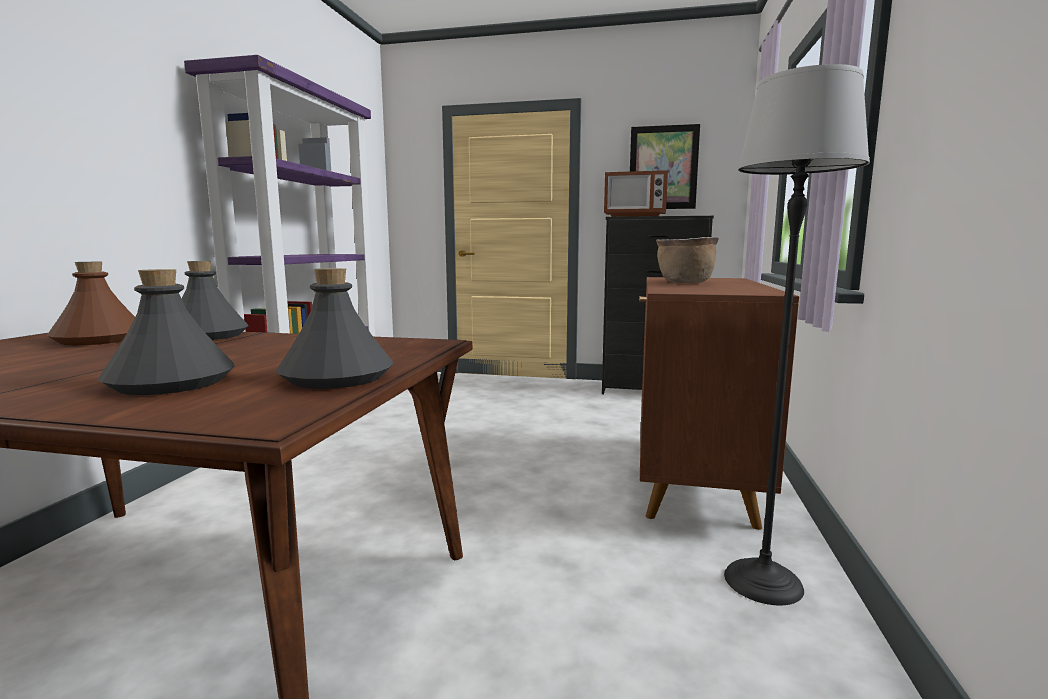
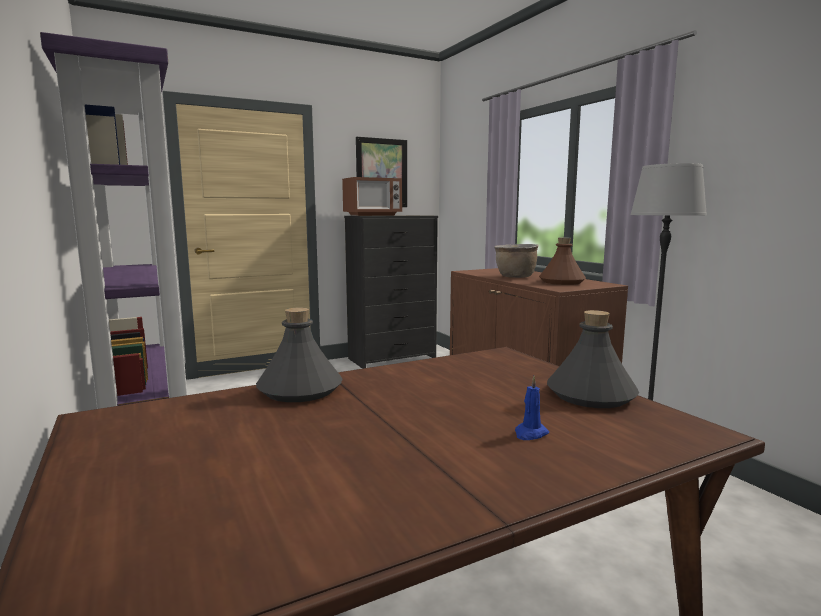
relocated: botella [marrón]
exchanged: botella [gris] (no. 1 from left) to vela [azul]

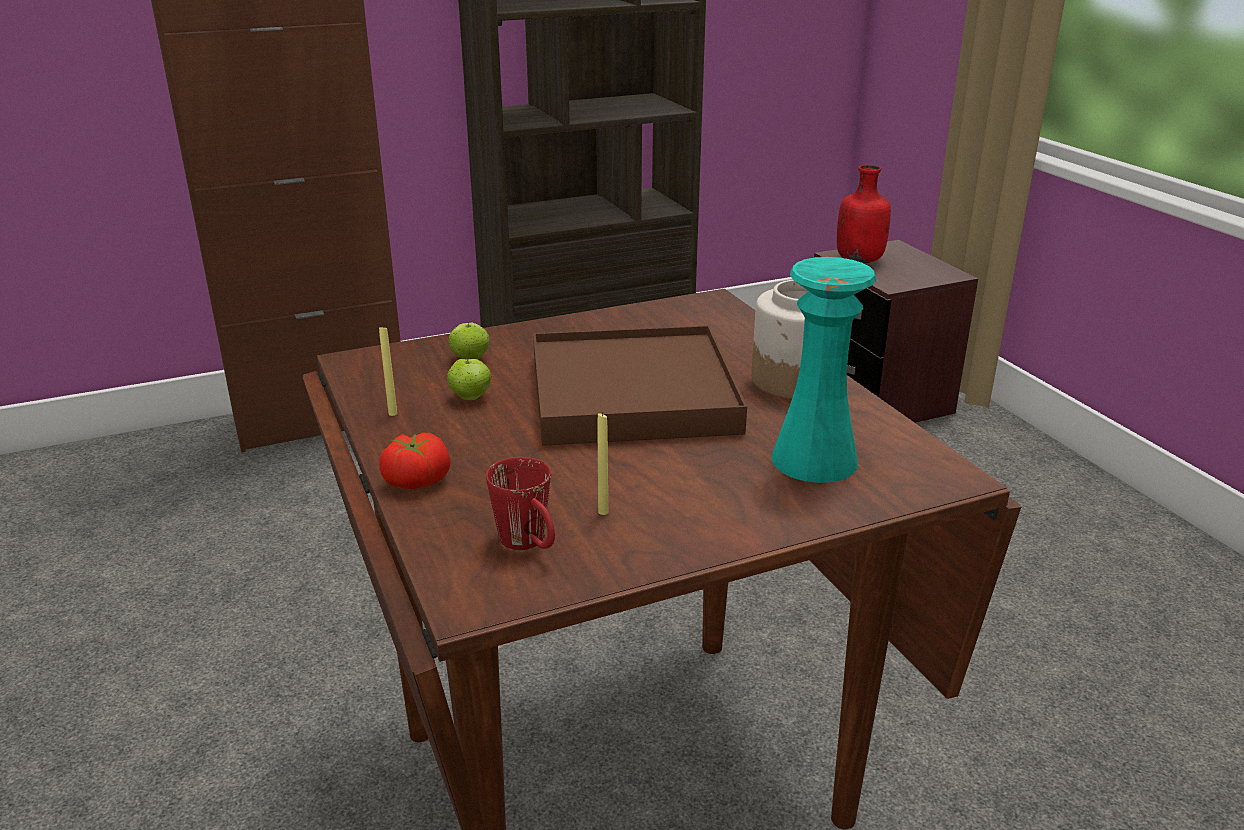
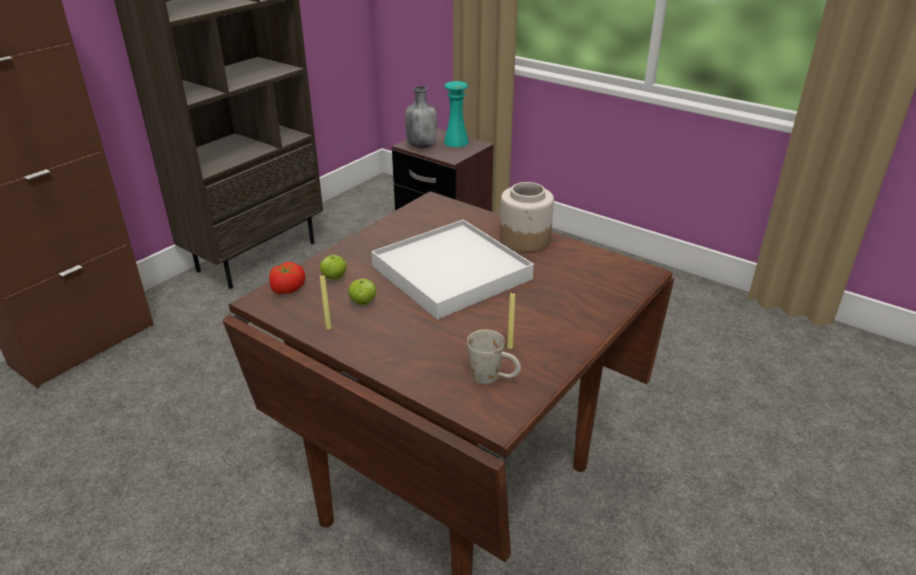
relocated: florero [turquesa]; tomate
colour: botella [rojo] to botella [gris]; bandeja [marrón] to bandeja [blanco]; taza grande [rojo] to taza grande [blanco]

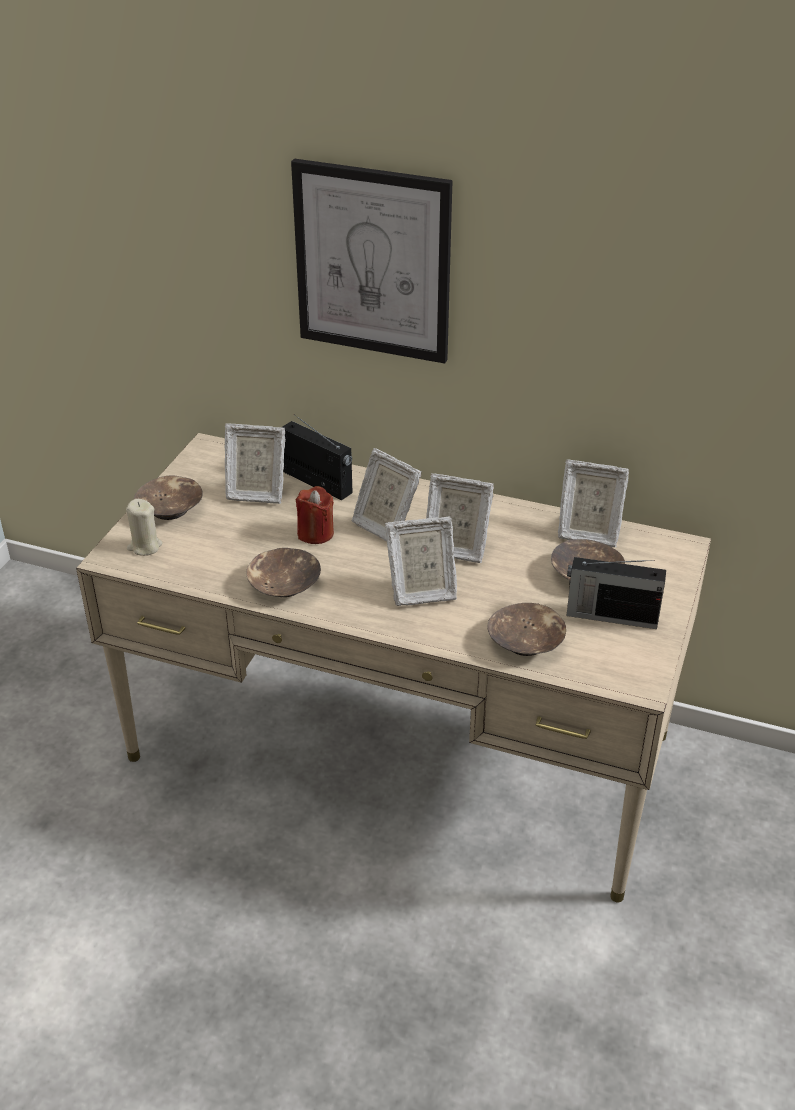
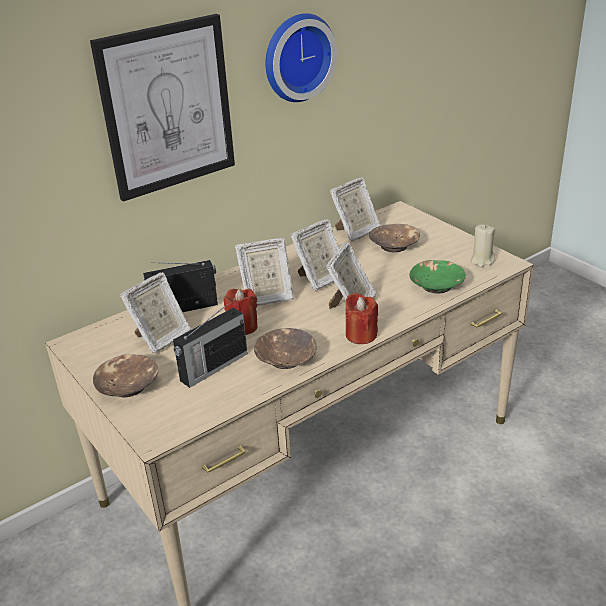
appeared: reloj de pared; vela [rojo] (no. 2 from left)
relocated: vela [beis]; radio (no. 2 from left)
colour: cuenco [marrón] (no. 3 from left) to cuenco [verde]

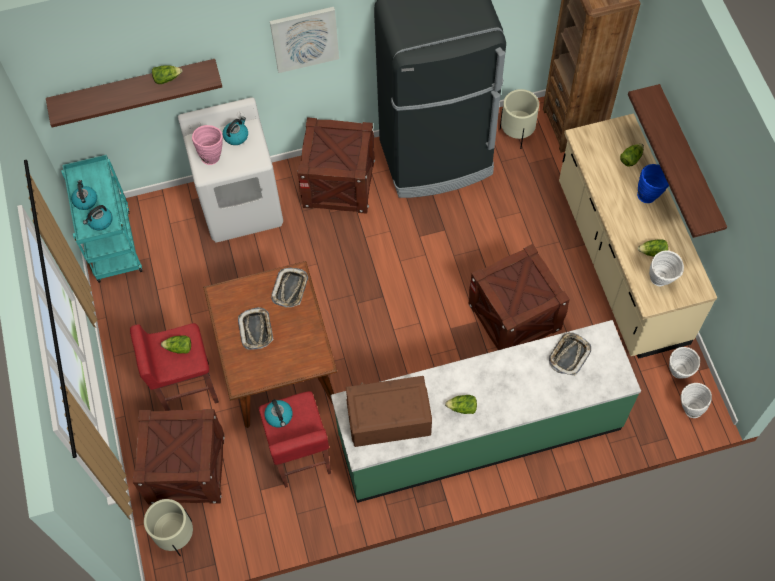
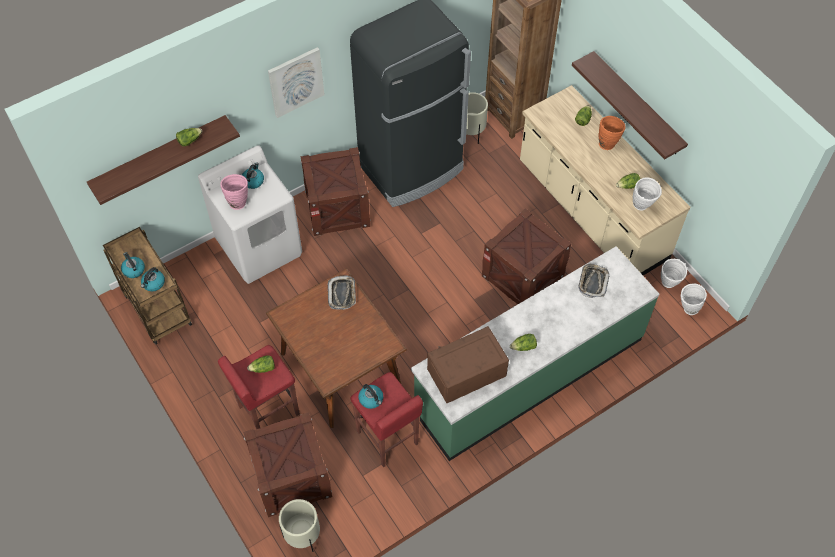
missing: bandeja (no. 1 from left)
colour: carrito [turquesa] to carrito [marrón]; florero [azul] to florero [naranja]

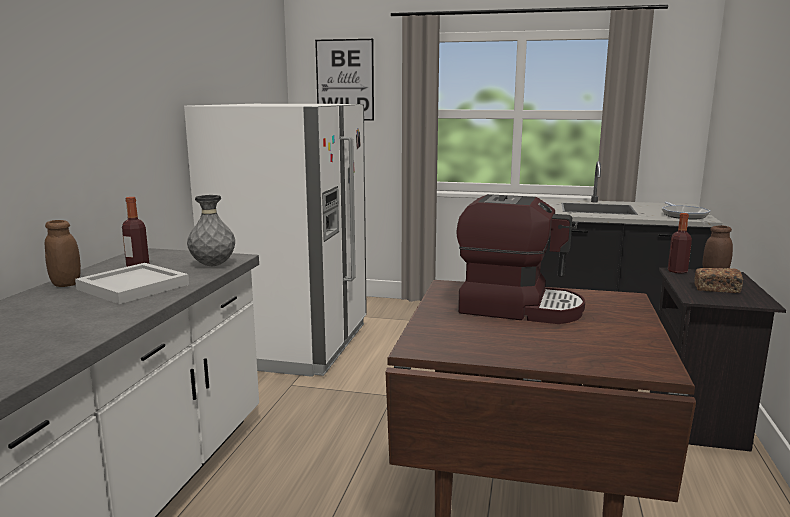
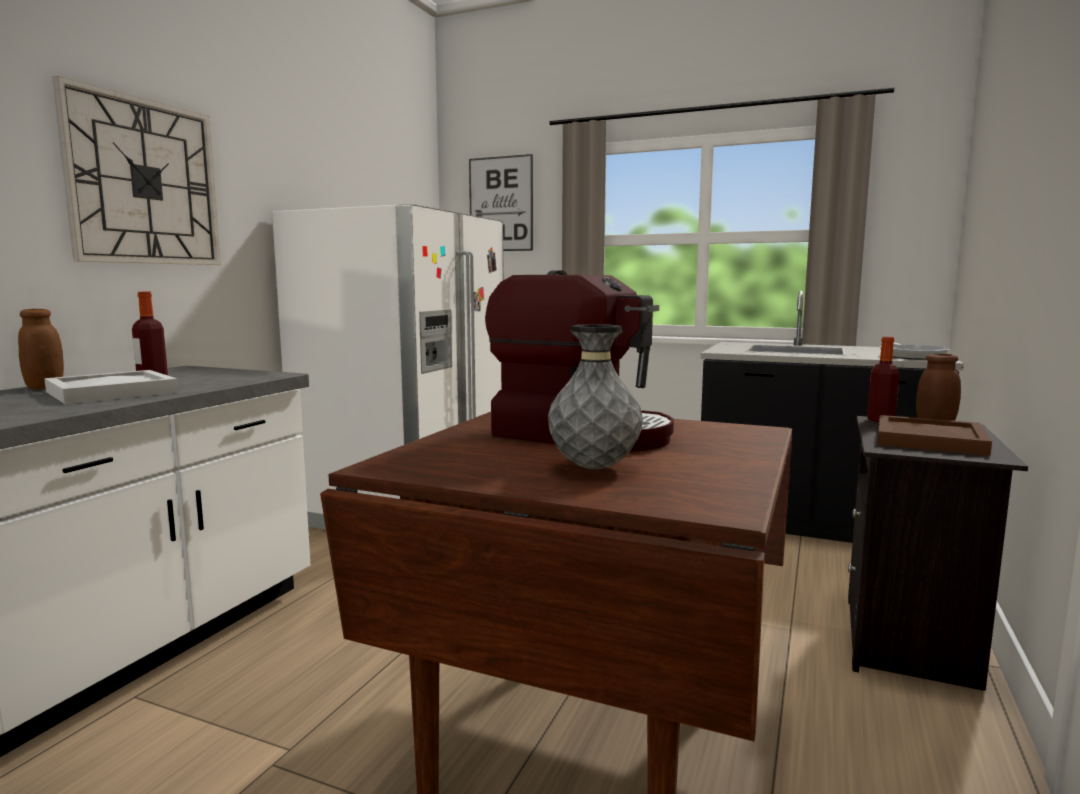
appeared: reloj de pared
relocated: florero [gris]
exchanged: pan to bandeja [marrón]

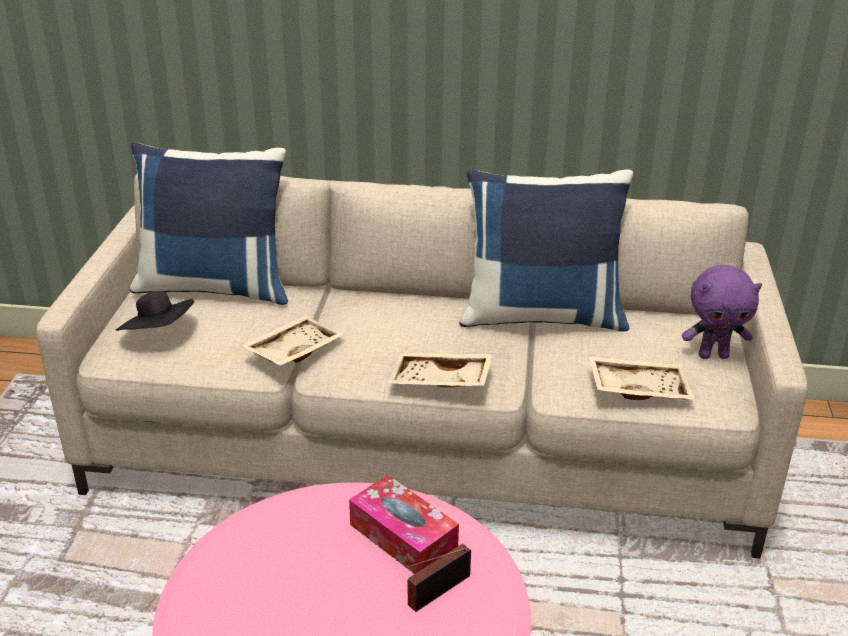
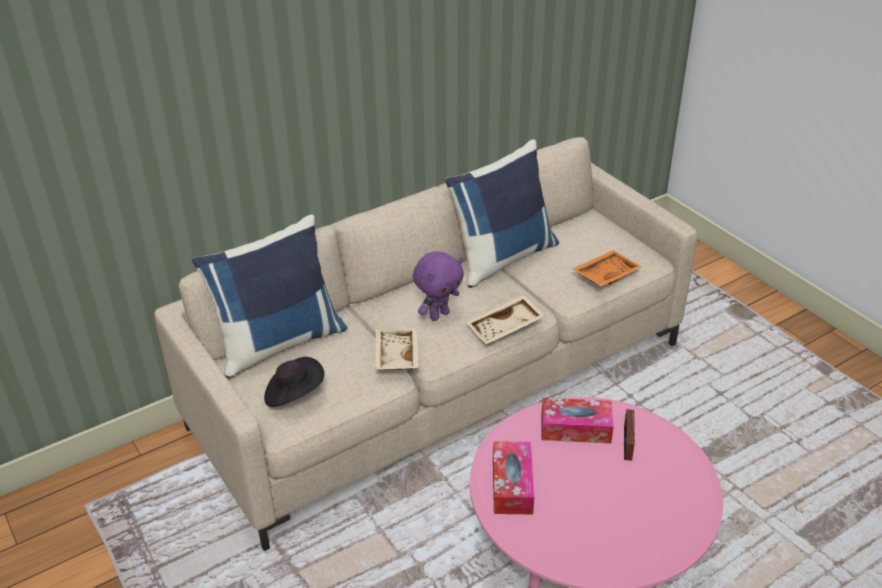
appeared: caja de pañuelos (no. 1 from left)
relocated: peluche [morado]
colour: bandeja [beis] (no. 3 from left) to bandeja [naranja]

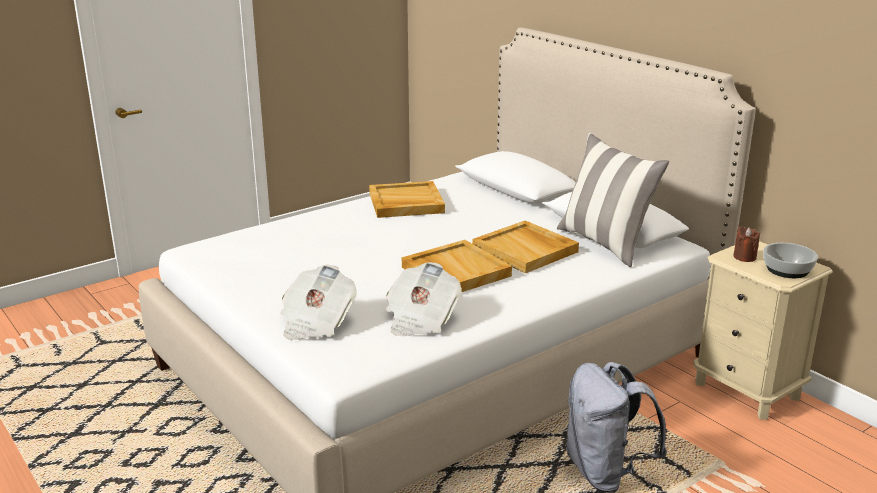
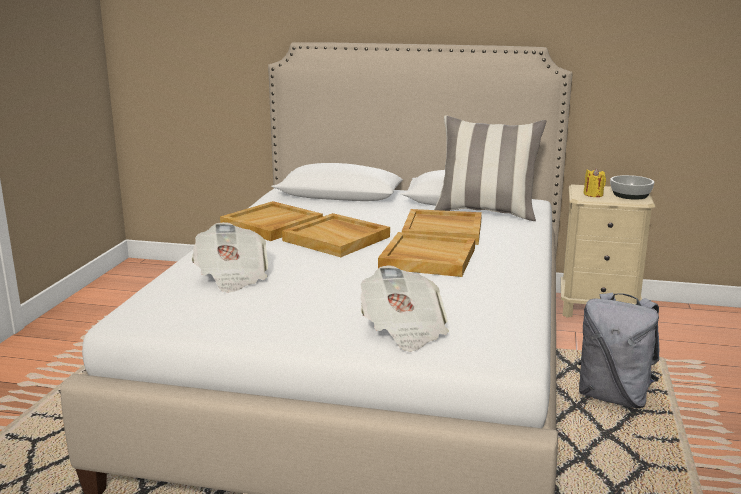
appeared: bandeja [beis] (no. 2 from left)
relocated: periódico (no. 2 from left in the first image) to periódico (no. 1 from left)
colour: vela [marrón] to vela [amarillo]

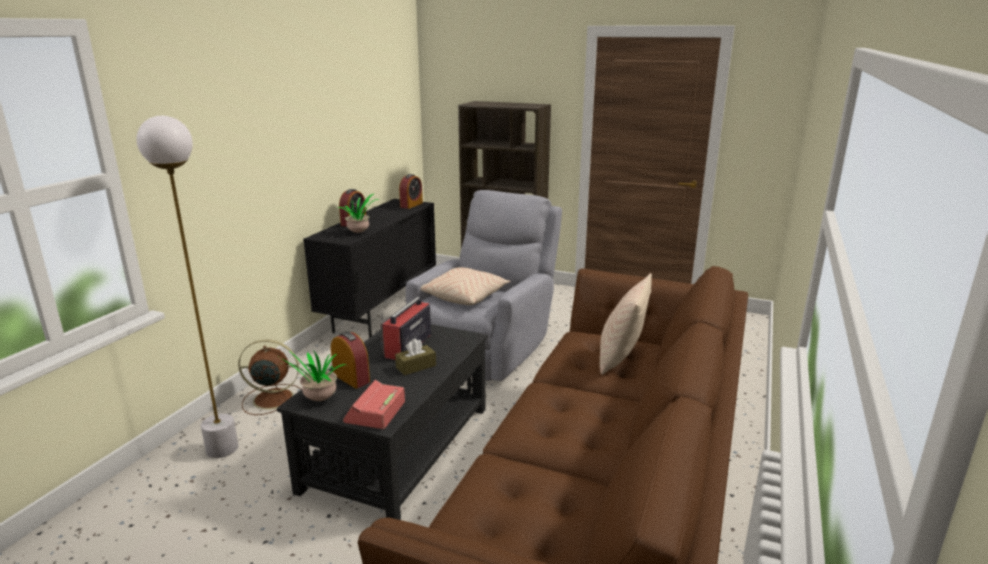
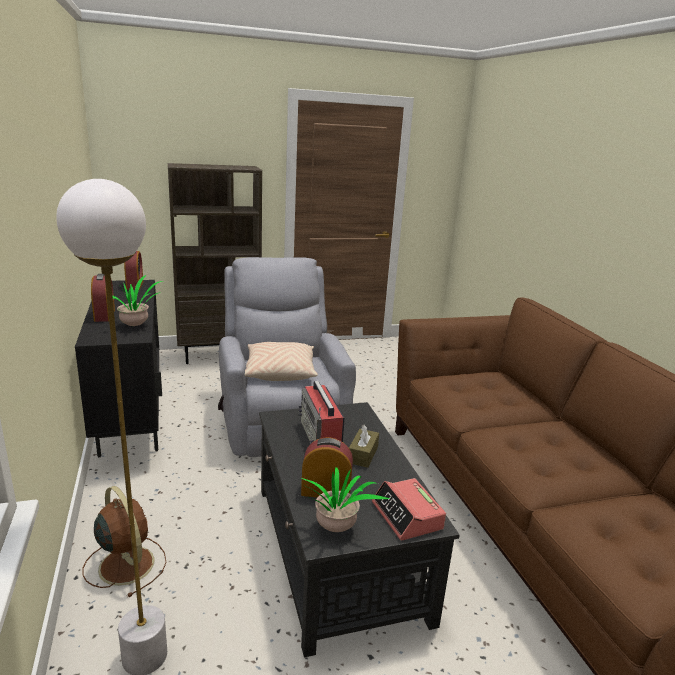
missing: cojín [beis] (no. 2 from left)
spun: ventilador [marrón] 90 degrees clockwise

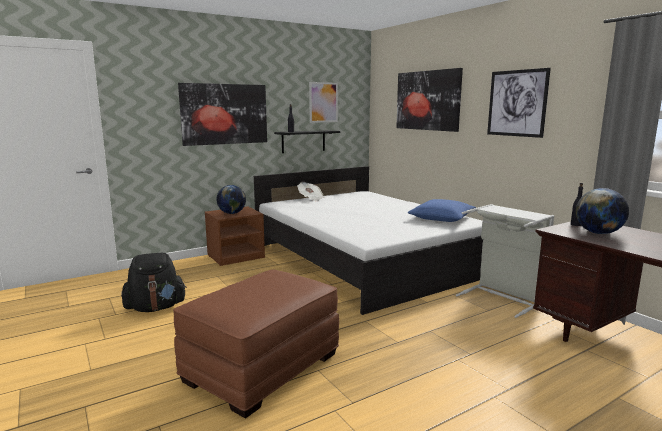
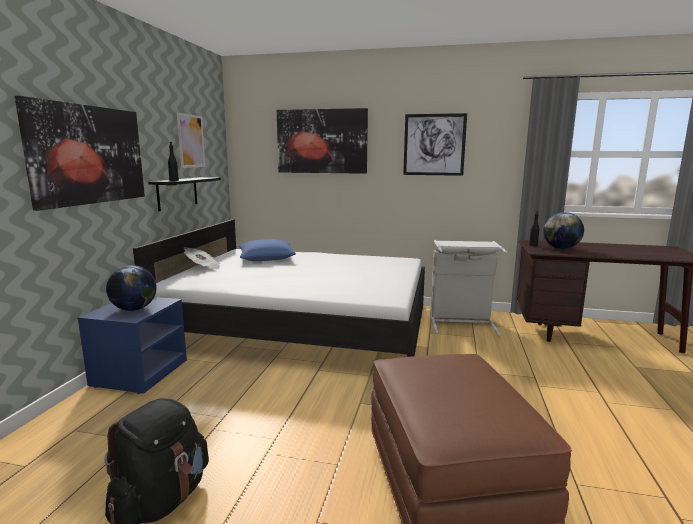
relocated: cojín [azul]
colour: mesita de noche [marrón] to mesita de noche [azul]

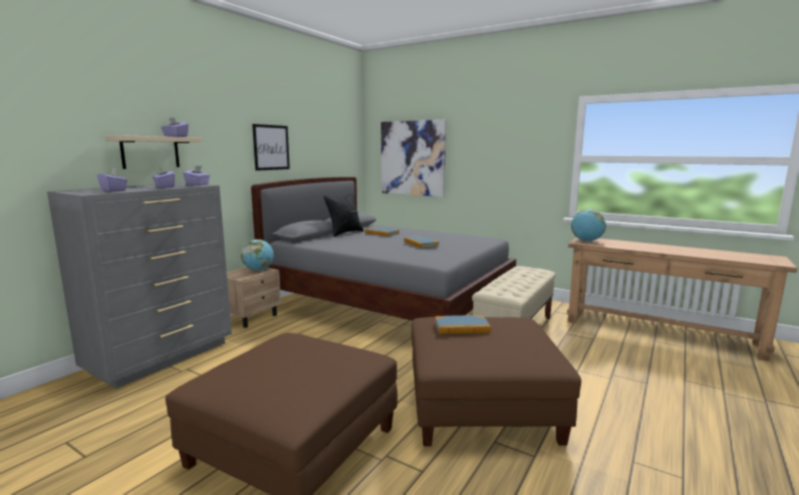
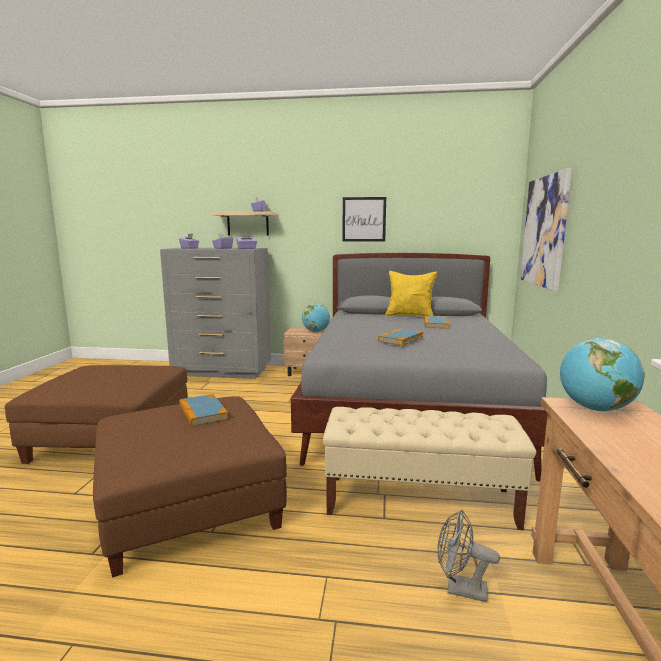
appeared: ventilador [gris]
colour: cojín [negro] to cojín [amarillo]

